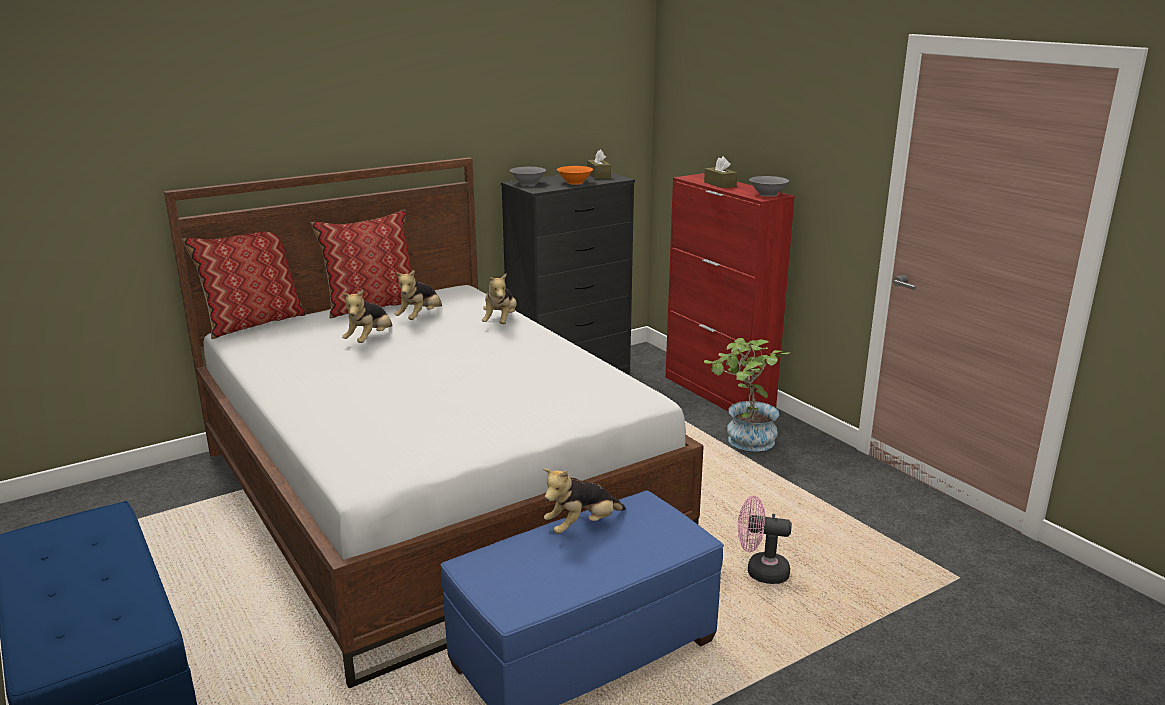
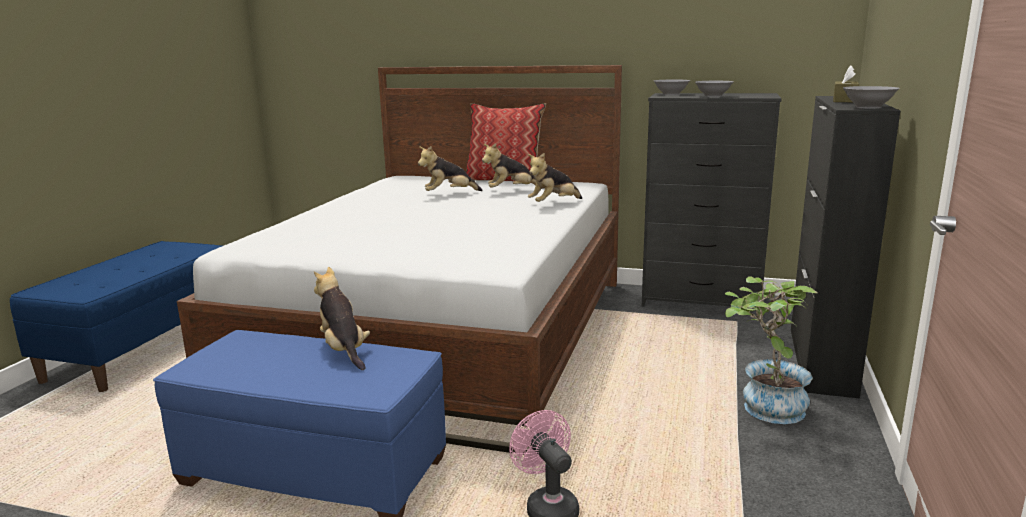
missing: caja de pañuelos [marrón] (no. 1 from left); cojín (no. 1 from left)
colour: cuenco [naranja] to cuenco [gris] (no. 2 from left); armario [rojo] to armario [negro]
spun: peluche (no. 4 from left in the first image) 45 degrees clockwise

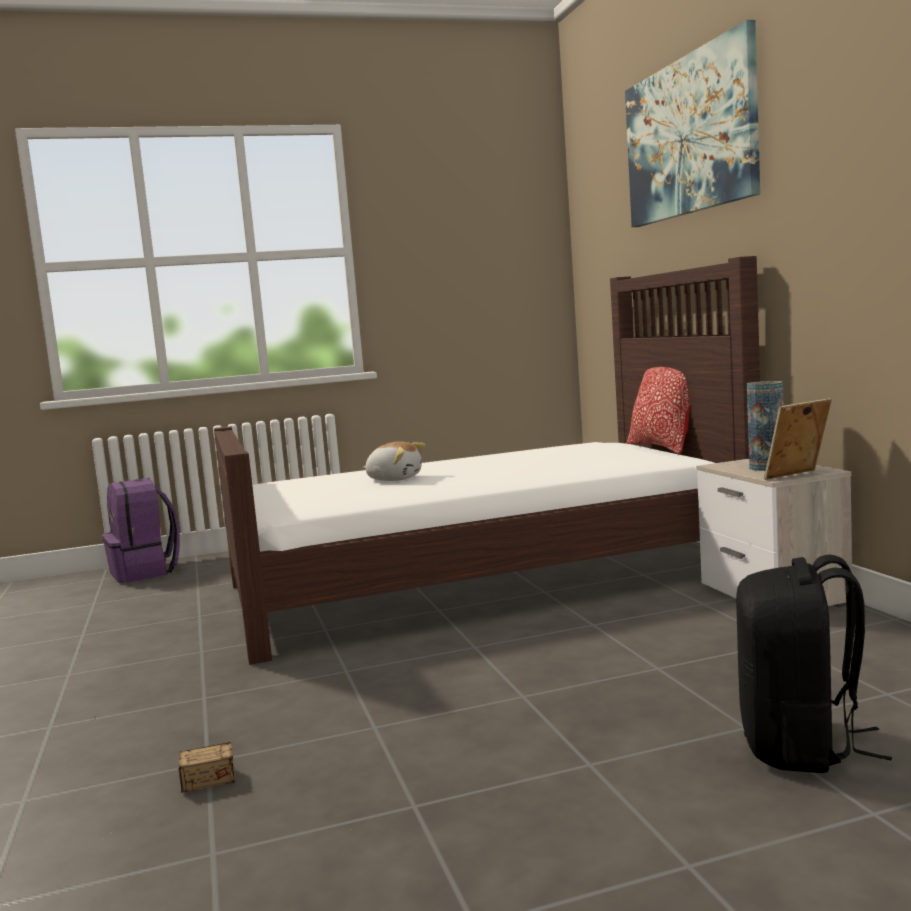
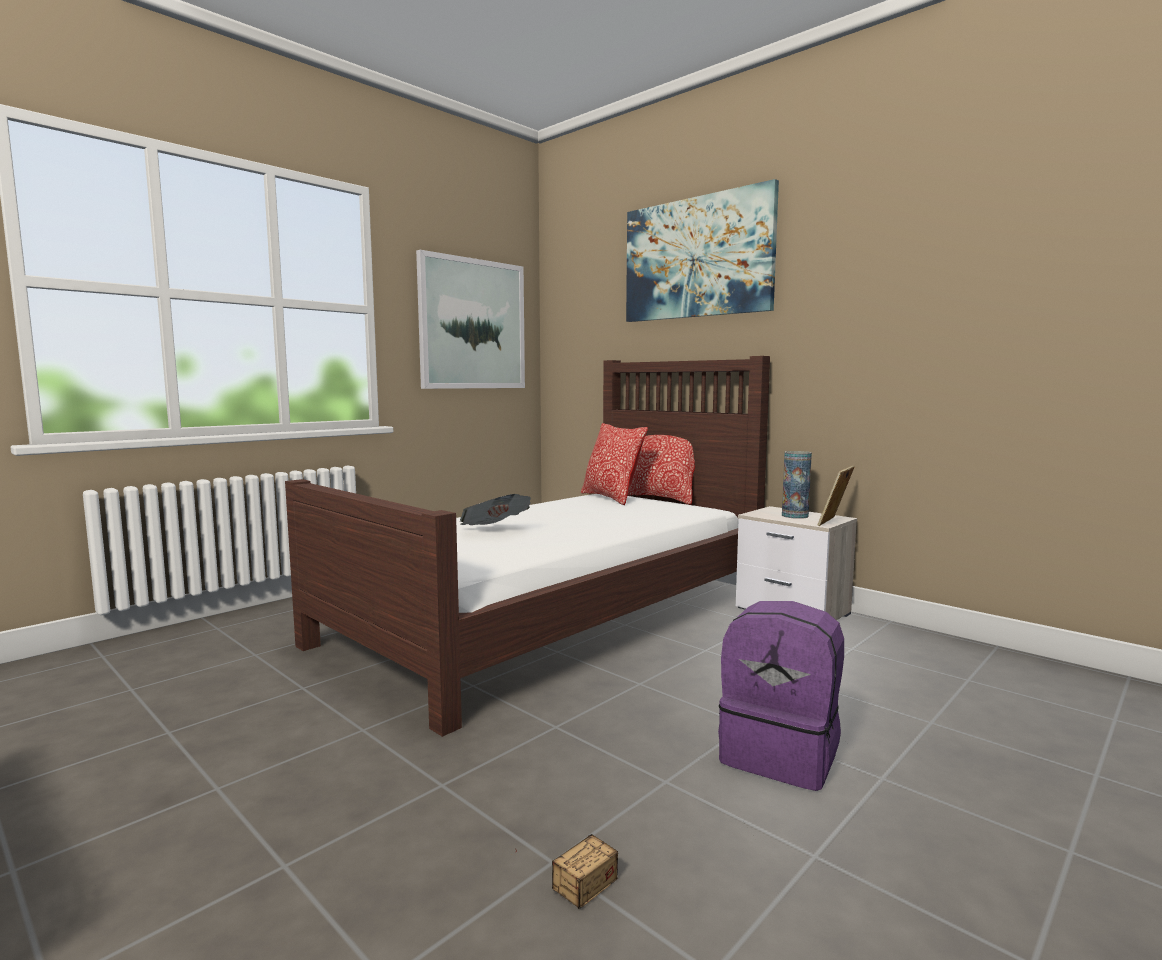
missing: mochila [negro]
appeared: cuadro (no. 1 from left); cojín (no. 1 from left)
relocated: mochila [morado]
exchanged: peluche to periódico

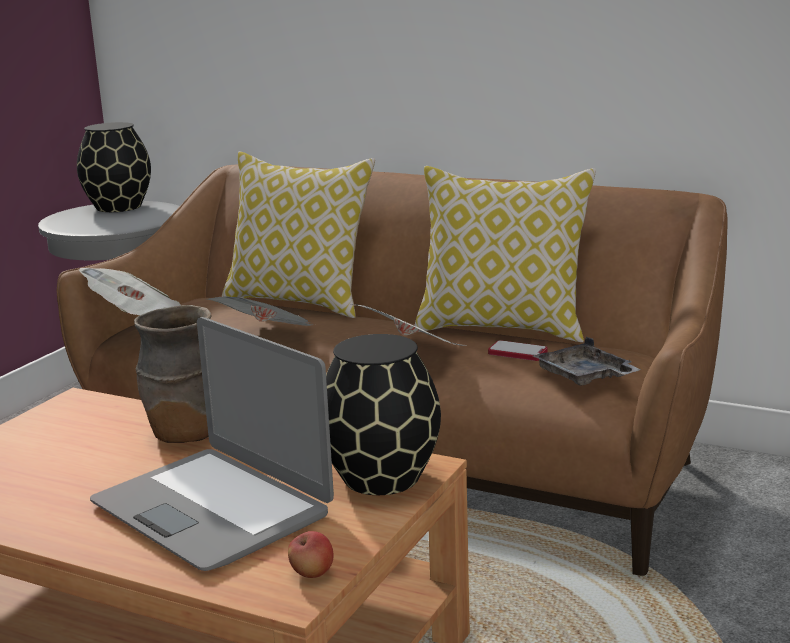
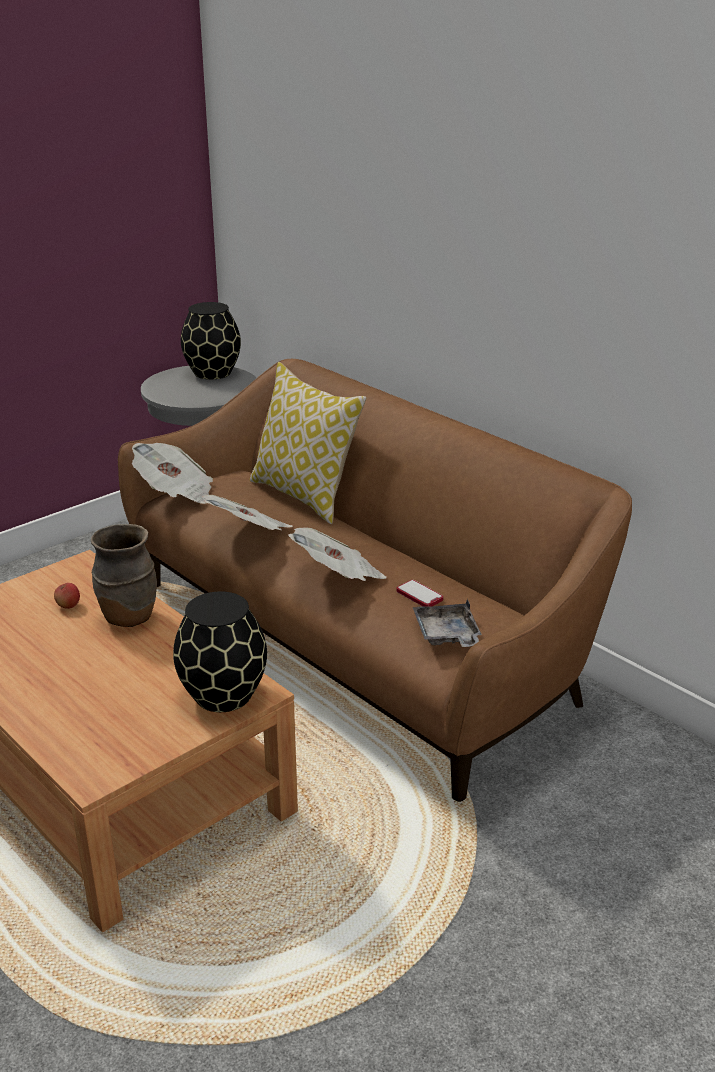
missing: cojín (no. 2 from left); portátil
relocated: manzana

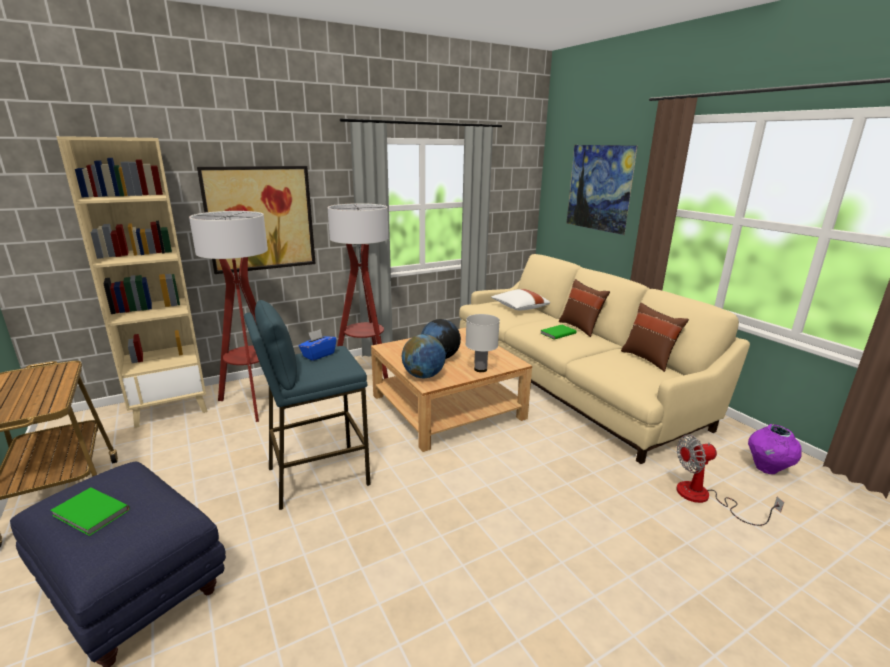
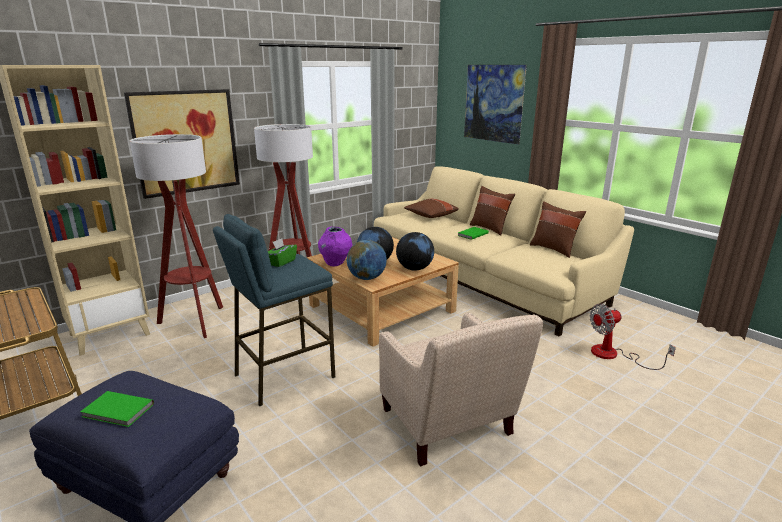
appeared: sillón [beis]
relocated: florero [morado]
exchanged: lámpara de mesa [blanco] to globo terráqueo (no. 3 from left)
colour: cojín [blanco] to cojín [marrón] (no. 1 from left); caja de pañuelos [azul] to caja de pañuelos [verde]

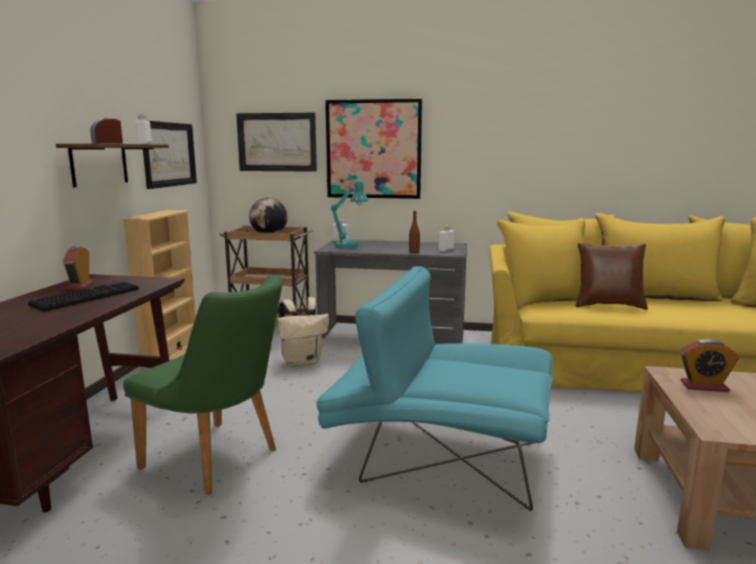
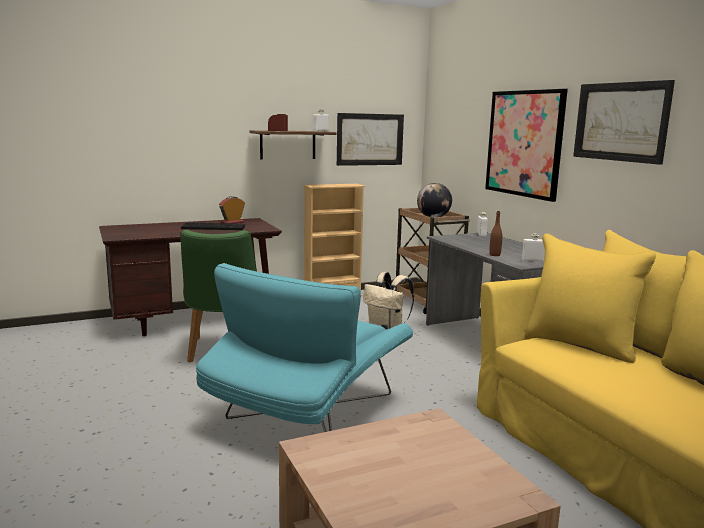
missing: lámpara de mesa [turquesa]; cojín [marrón]; despertador (no. 3 from left)
relocated: cuadro (no. 2 from left in the first image) to cuadro (no. 3 from left)
spun: sillón [turquesa] 135 degrees counterclockwise

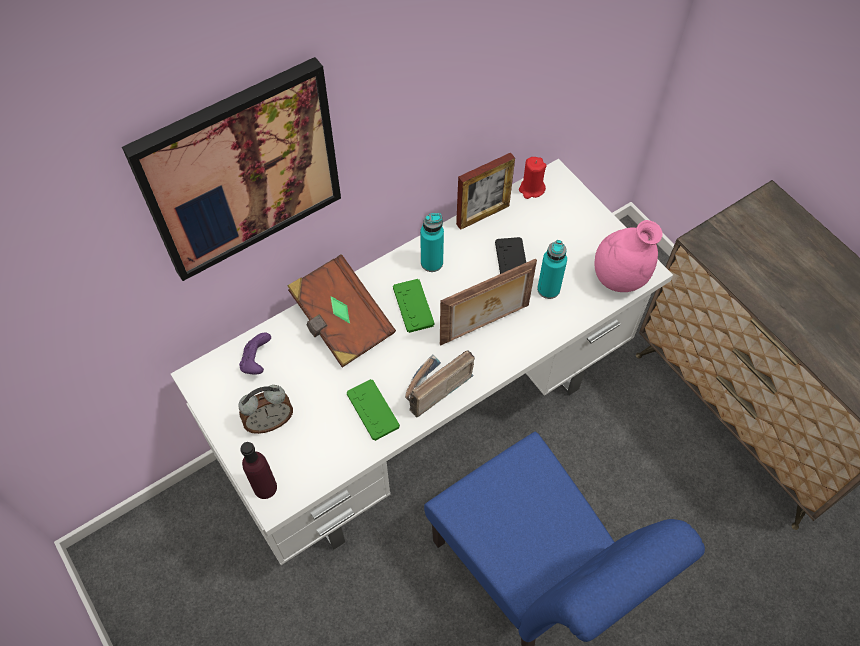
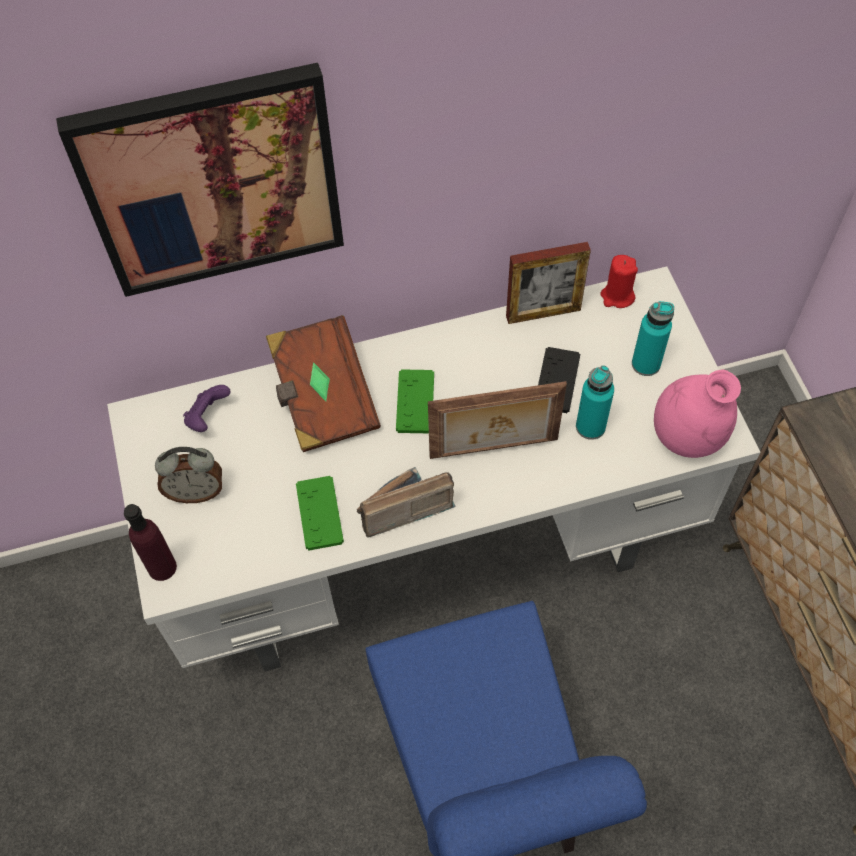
relocated: botella [turquesa] (no. 1 from left in the first image) to botella [turquesa] (no. 2 from left)

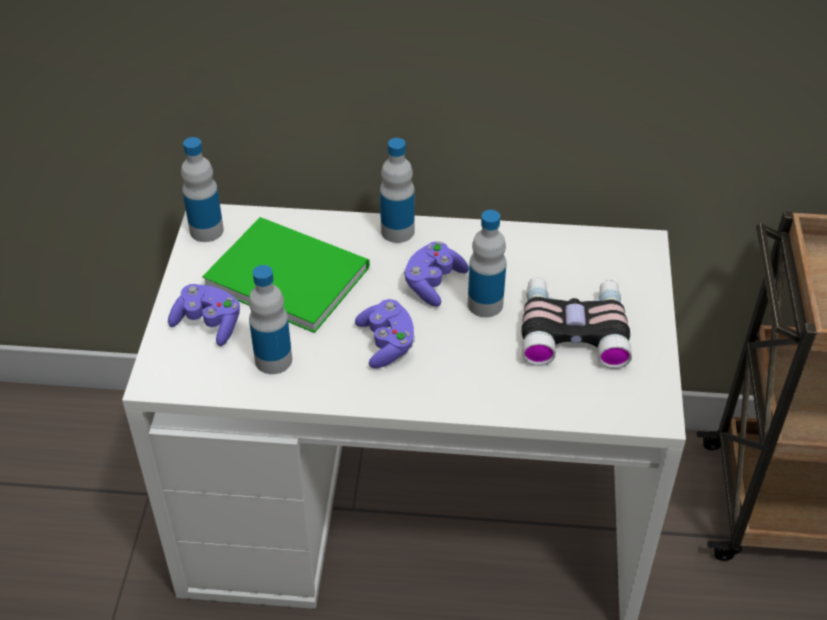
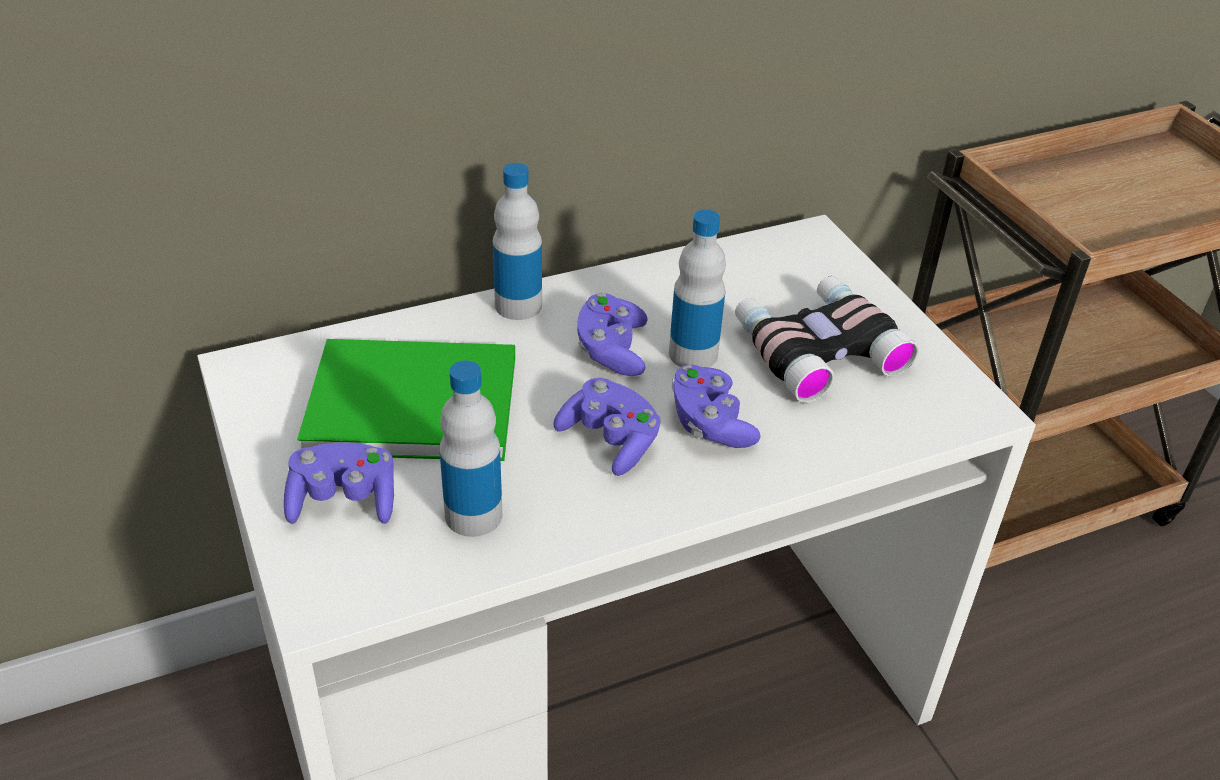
missing: botella (no. 1 from left)
appeared: mando de consola [morado] (no. 4 from left)

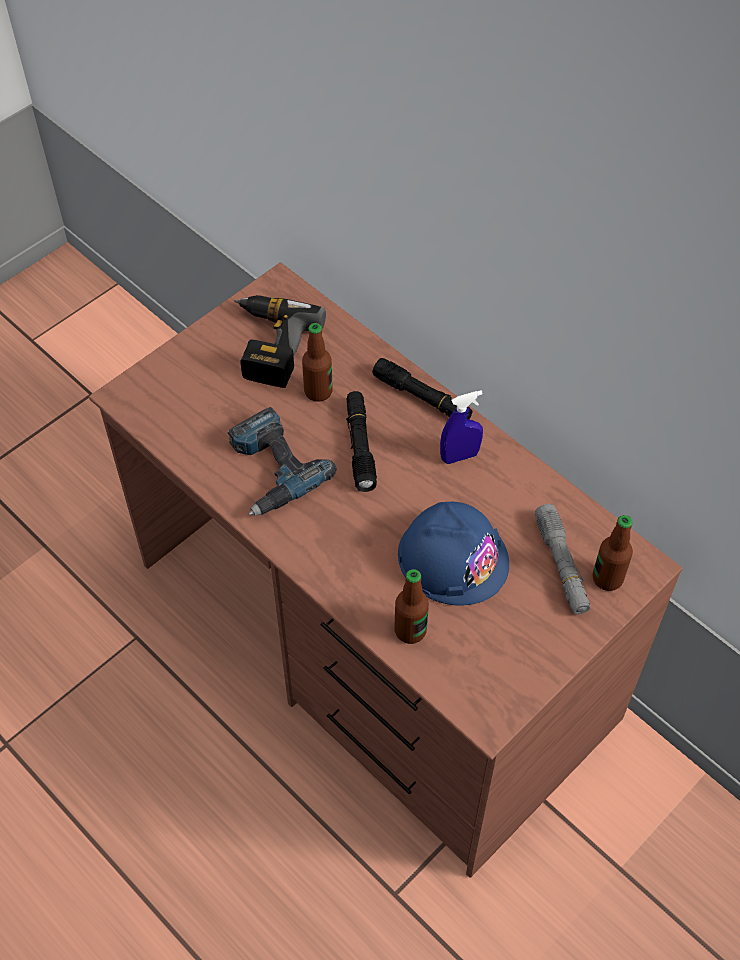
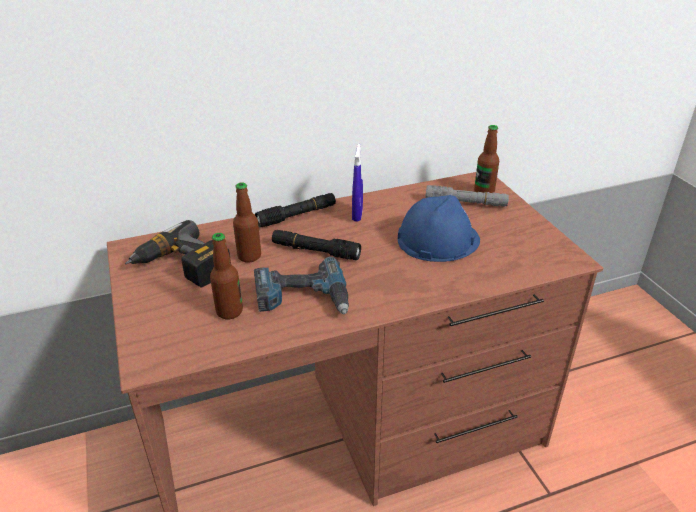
relocated: botella (no. 2 from left in the first image) to botella (no. 1 from left)

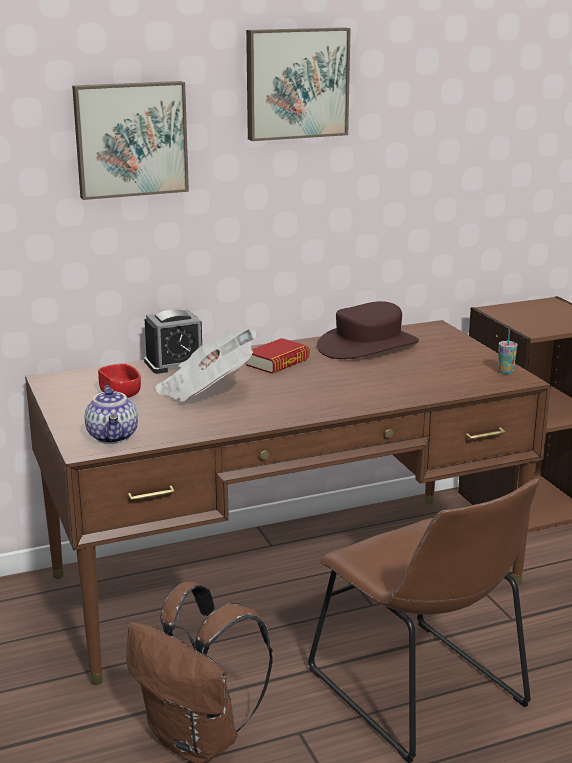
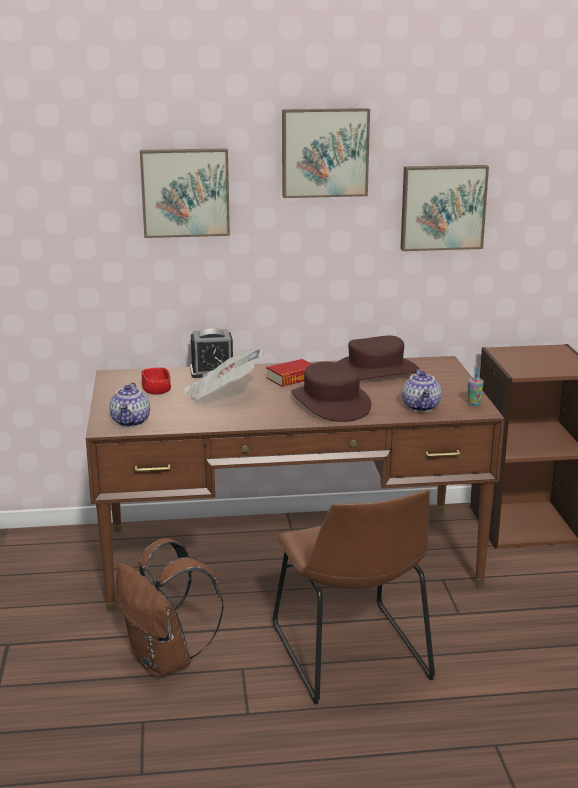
appeared: cuadro (no. 3 from left); sombrero [marrón] (no. 1 from left); tetera (no. 2 from left)

